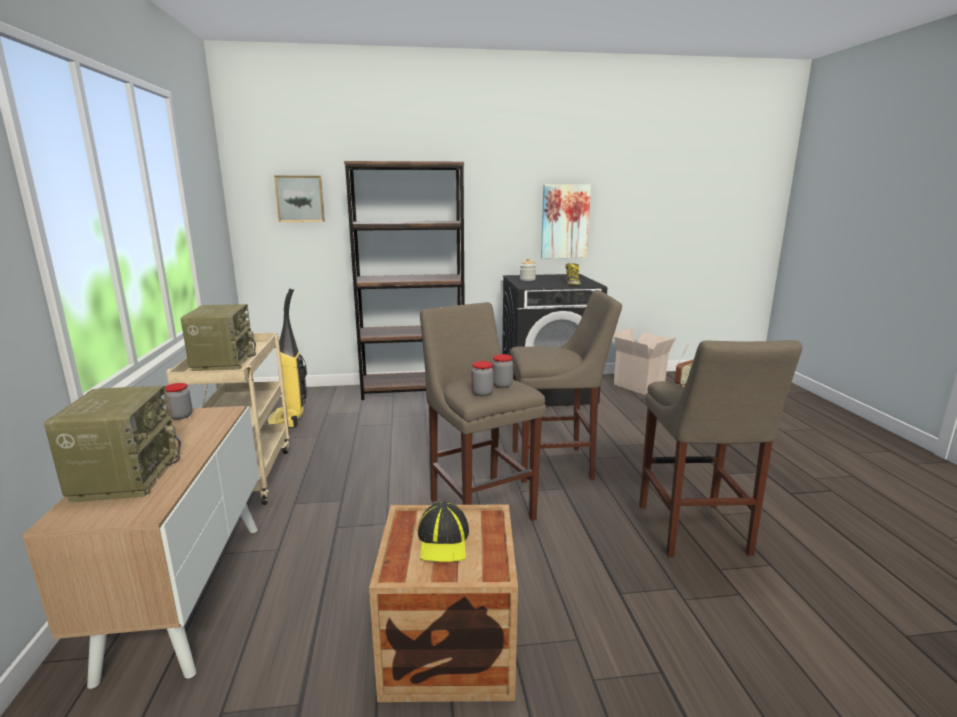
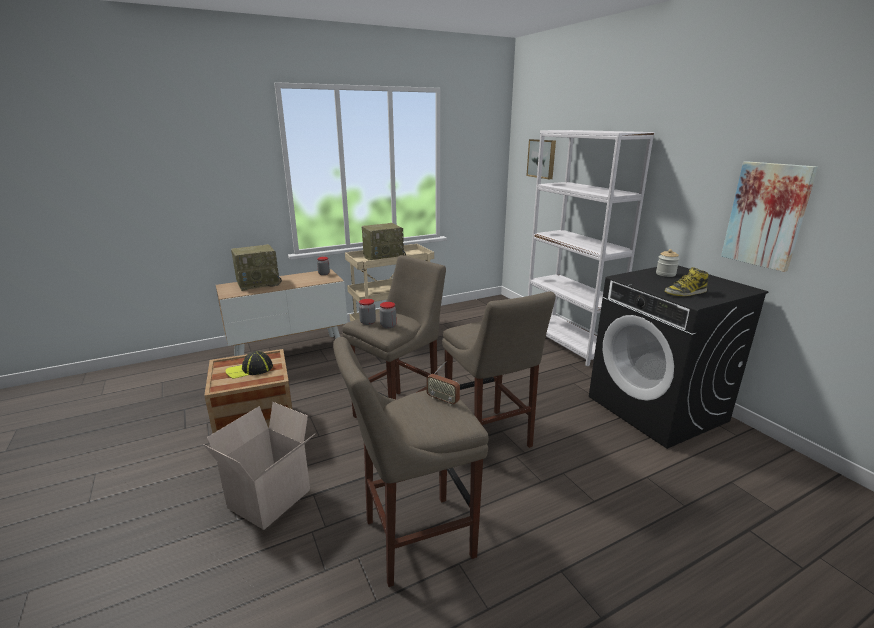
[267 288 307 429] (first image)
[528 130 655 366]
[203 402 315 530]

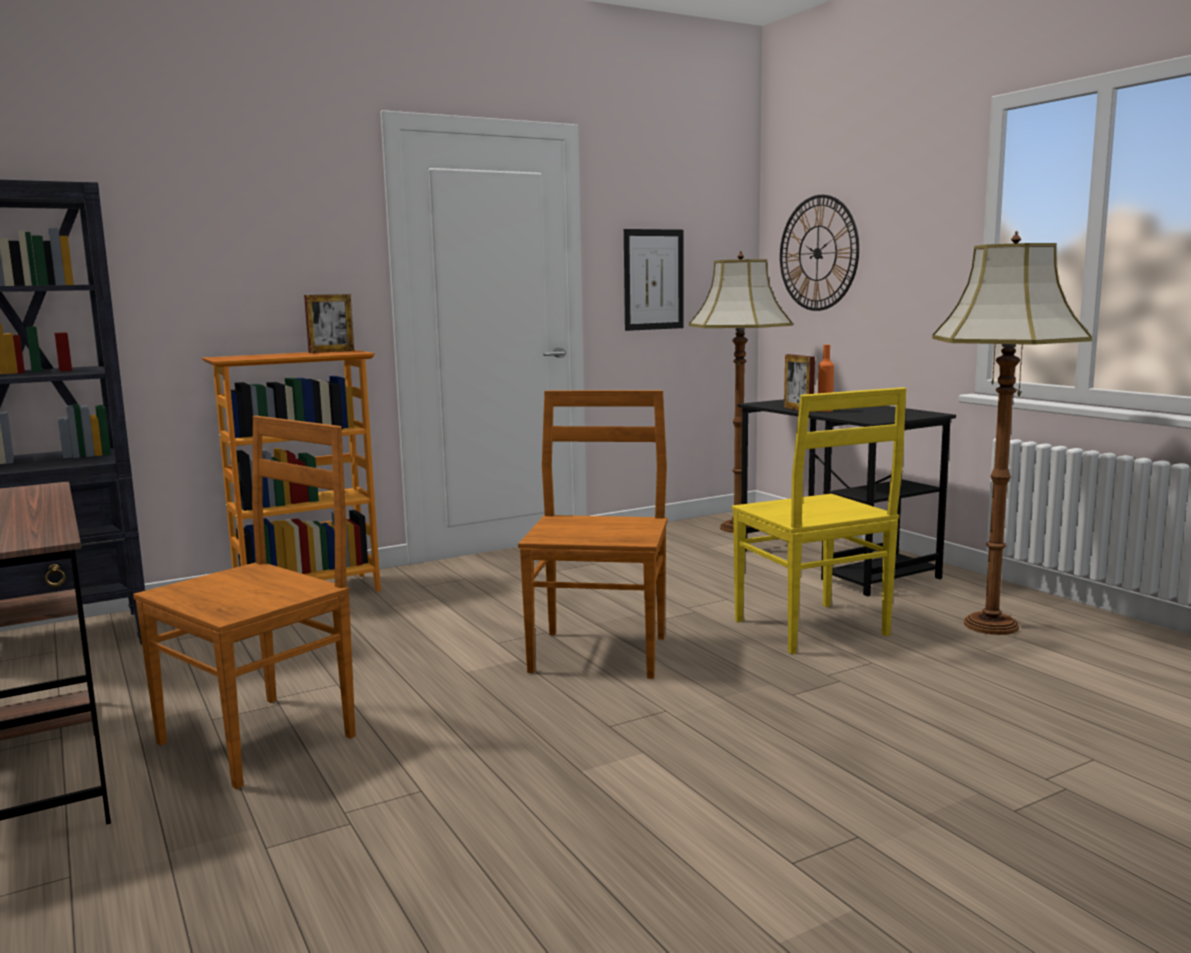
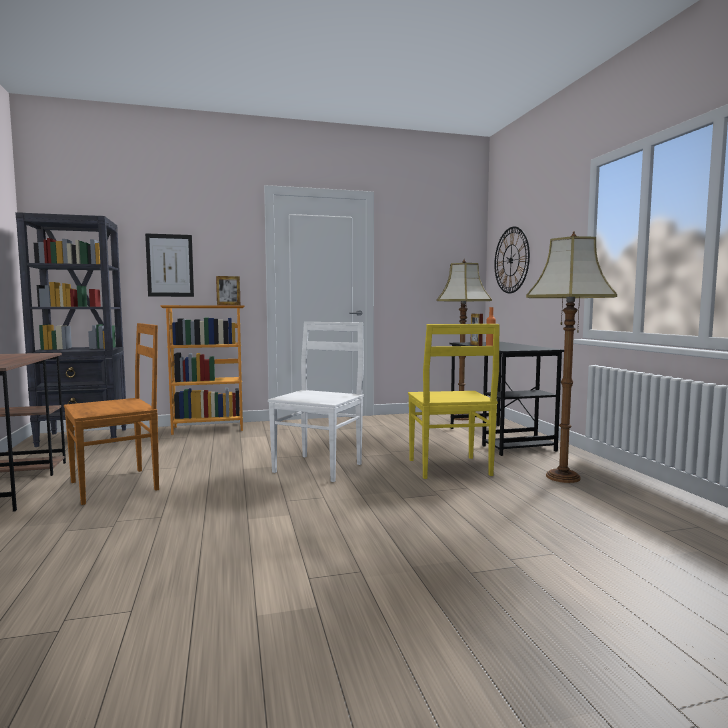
[268 322 364 482]
[145 233 194 297]

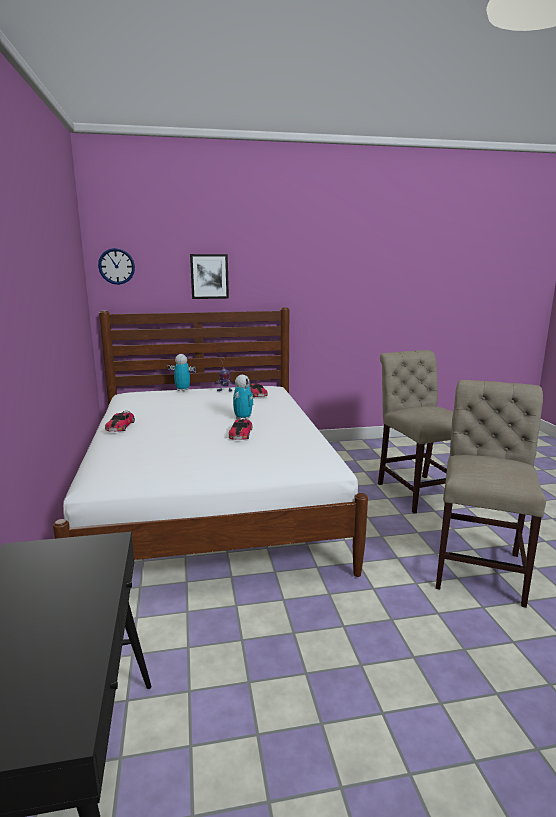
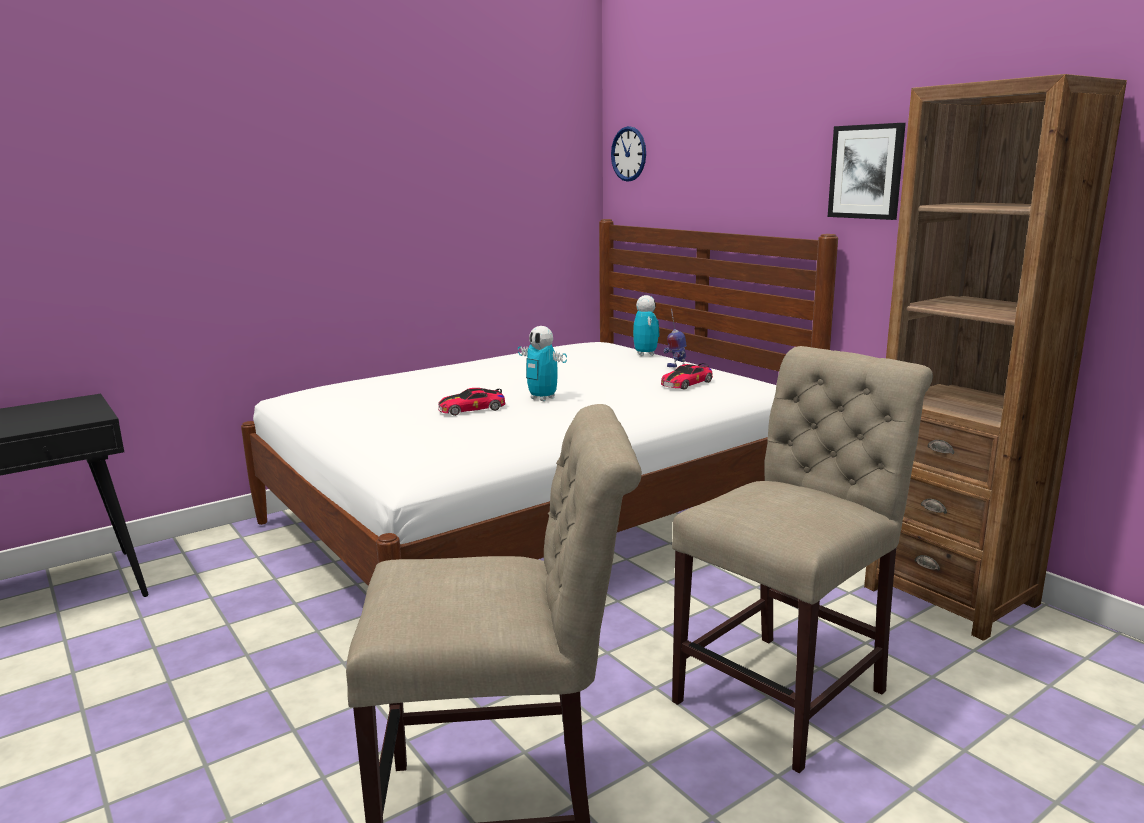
[105 411 135 432] (first image)
[828 123 906 220]
[518 326 567 401]
[864 74 1127 641]

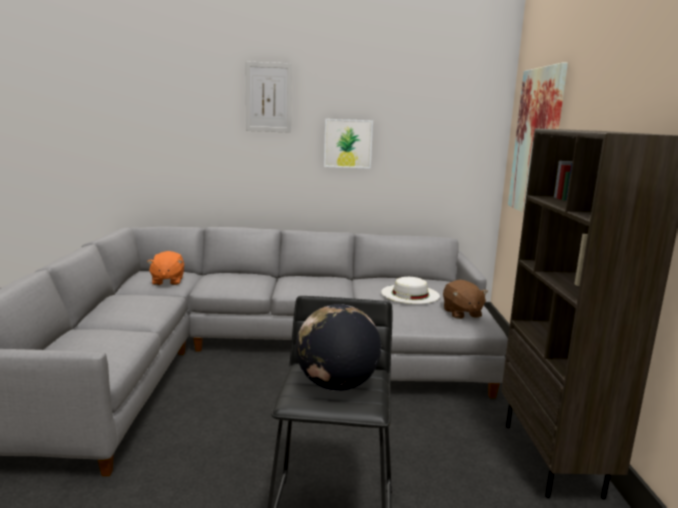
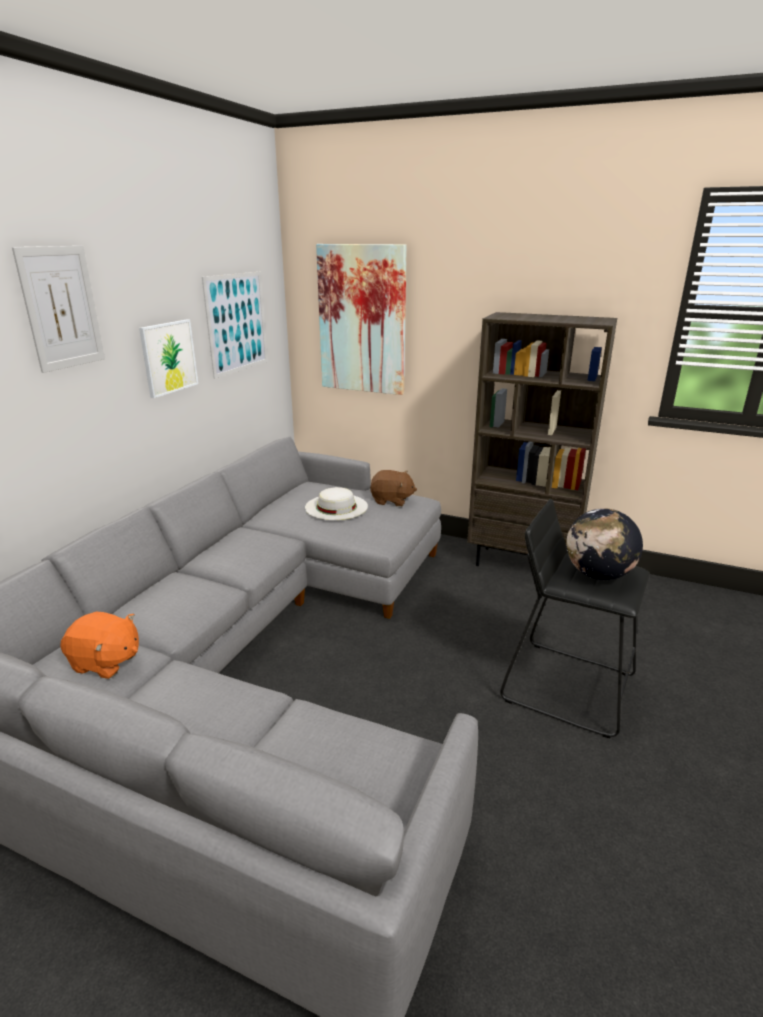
[202 272 268 379]

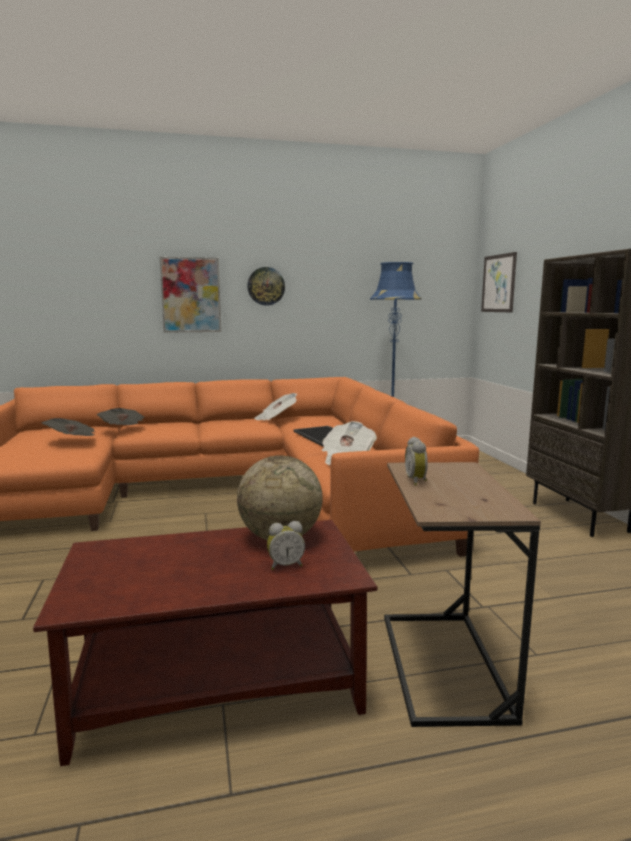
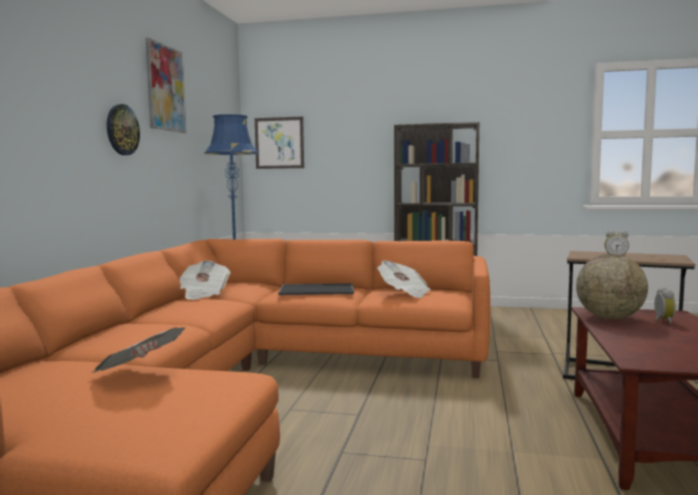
[97 408 144 425] (first image)
[145 38 187 133]

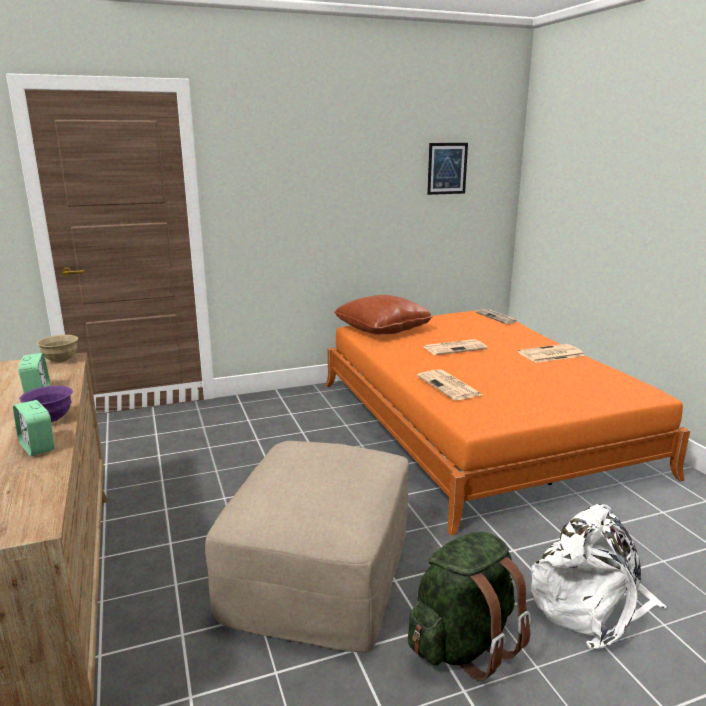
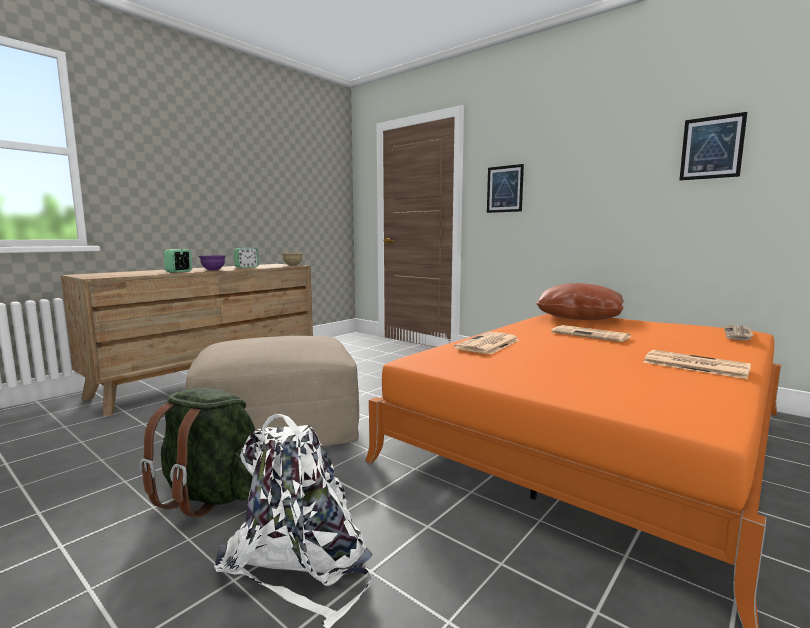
[487 164 524 213]

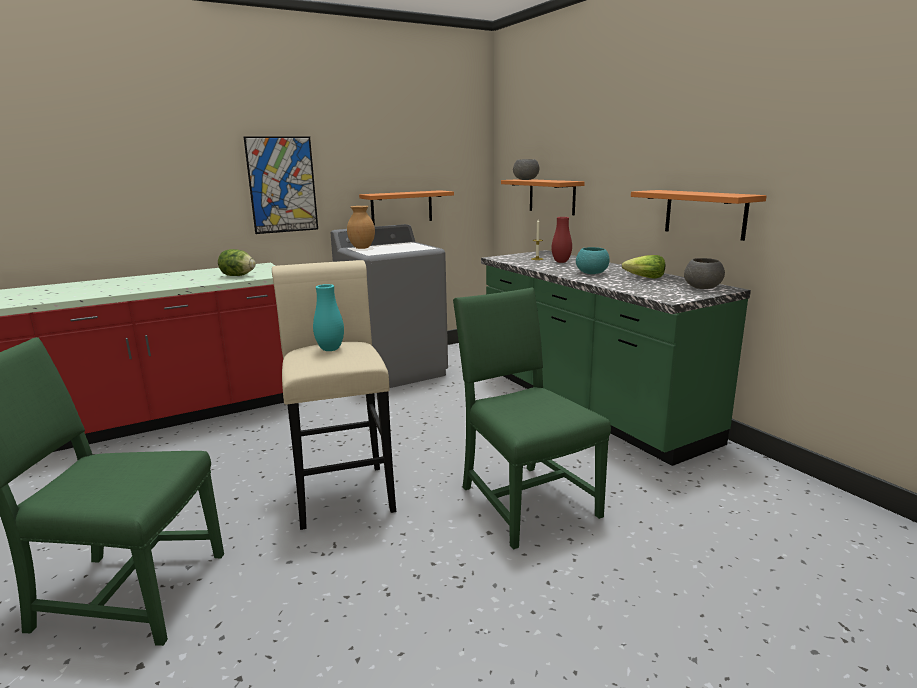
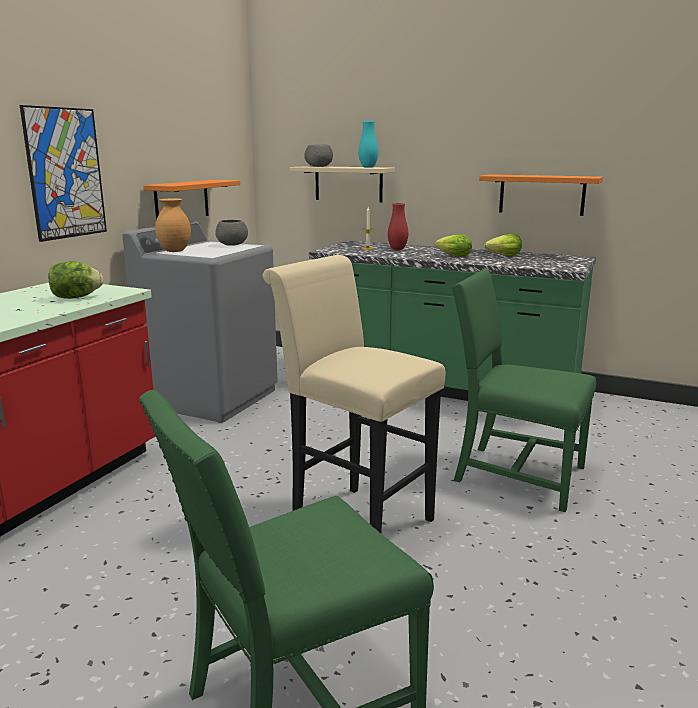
[358 121 379 168]
[290 166 395 203]
[435 234 472 257]
[215 220 248 246]

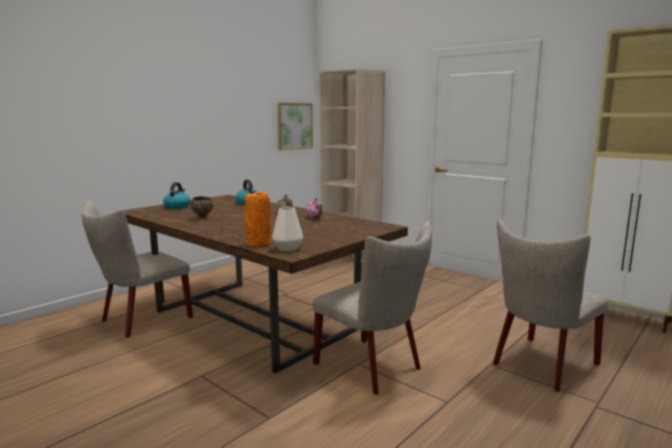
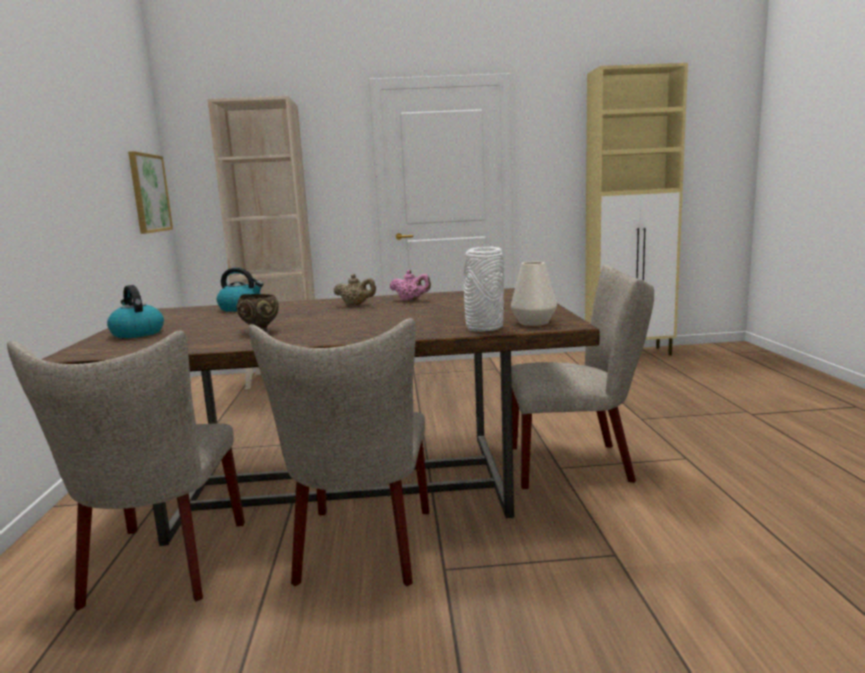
[463 247 504 332]
[249 318 429 586]

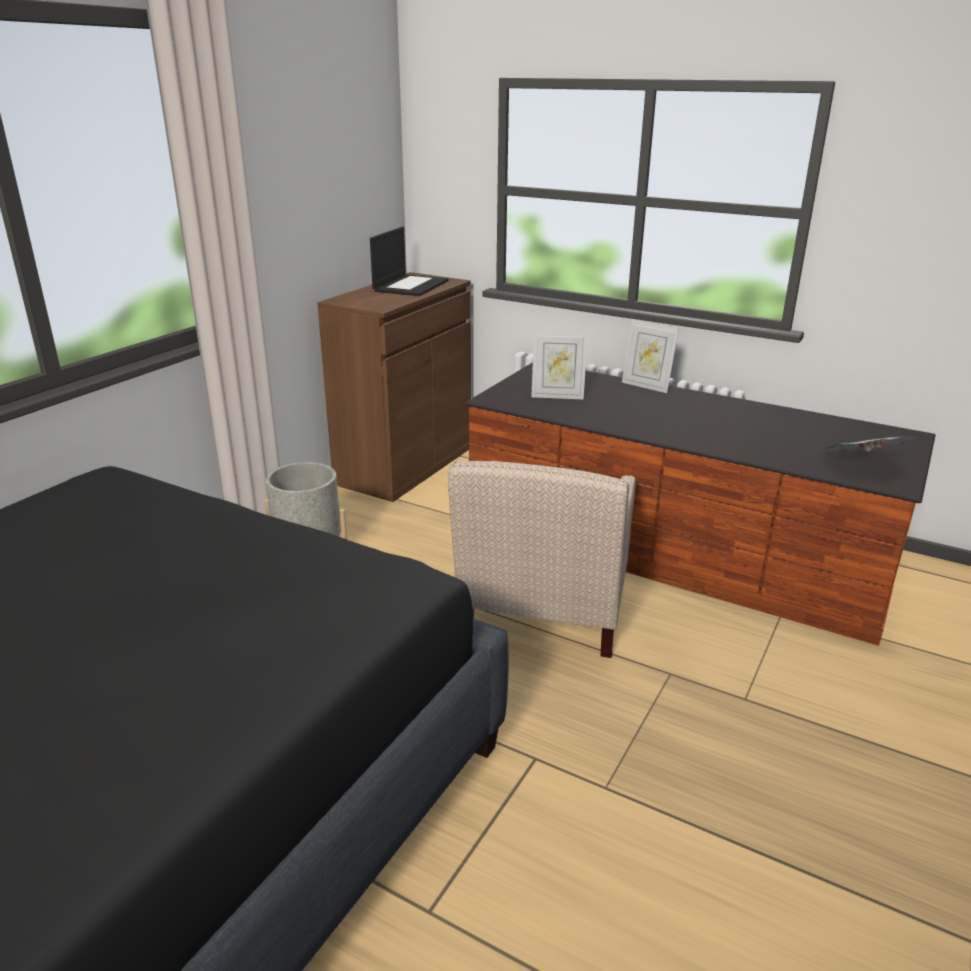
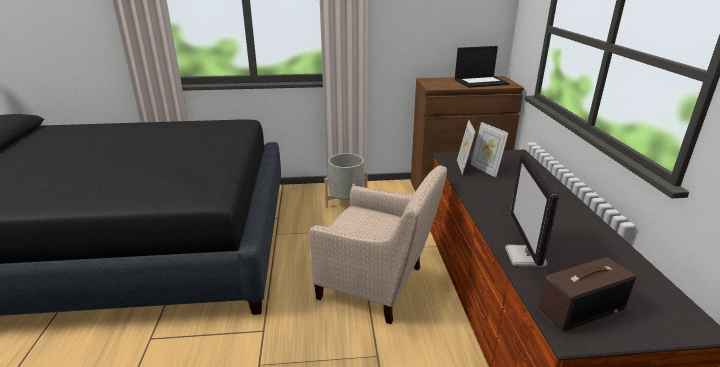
[309 165 447 324]
[457 120 476 175]
[539 257 636 331]
[505 153 559 267]

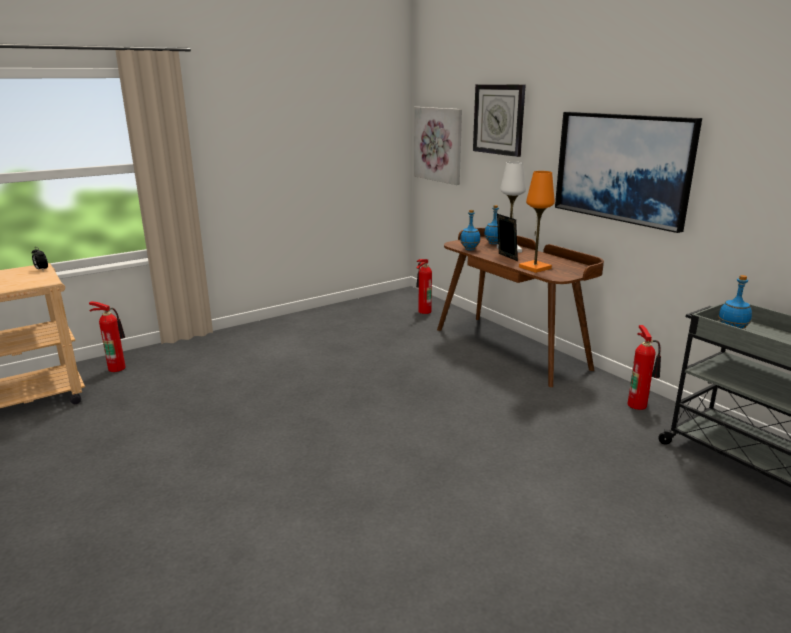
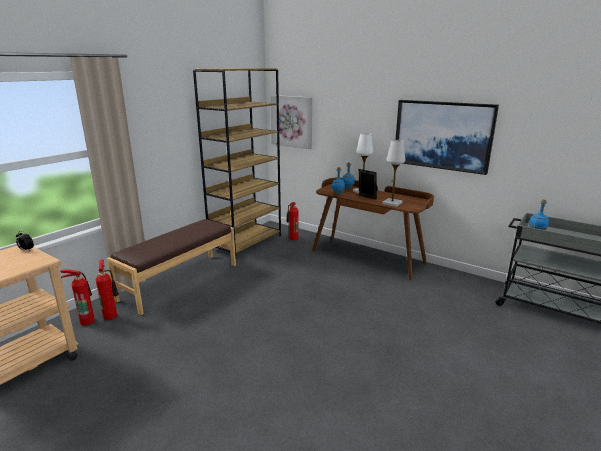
[473 84 526 157] (first image)
[382 140 405 207]
[96 259 119 320]
[107 219 236 315]
[193 68 281 257]

